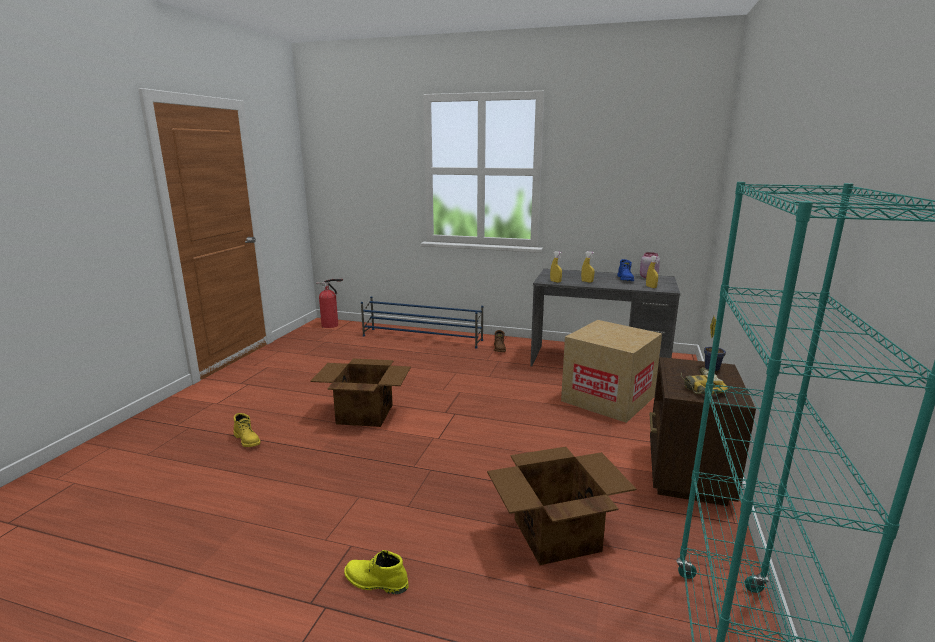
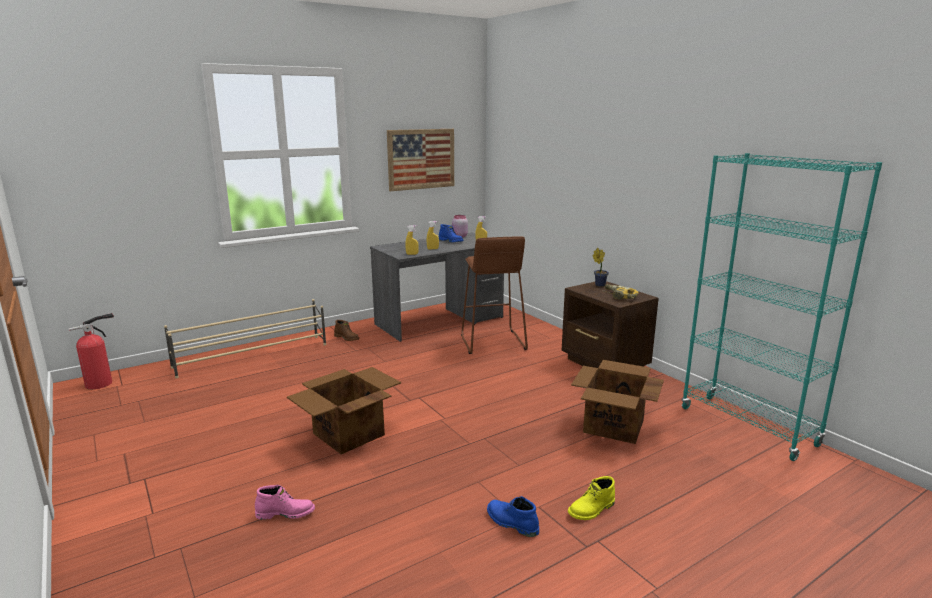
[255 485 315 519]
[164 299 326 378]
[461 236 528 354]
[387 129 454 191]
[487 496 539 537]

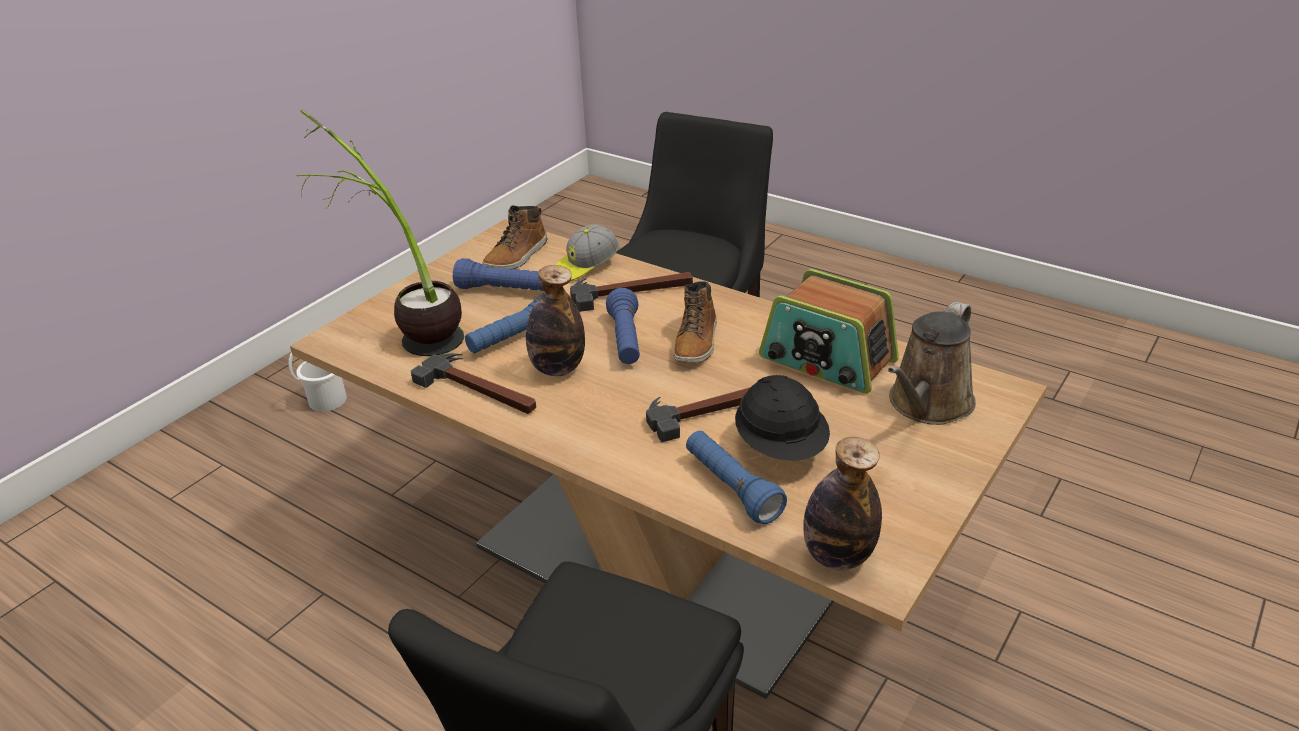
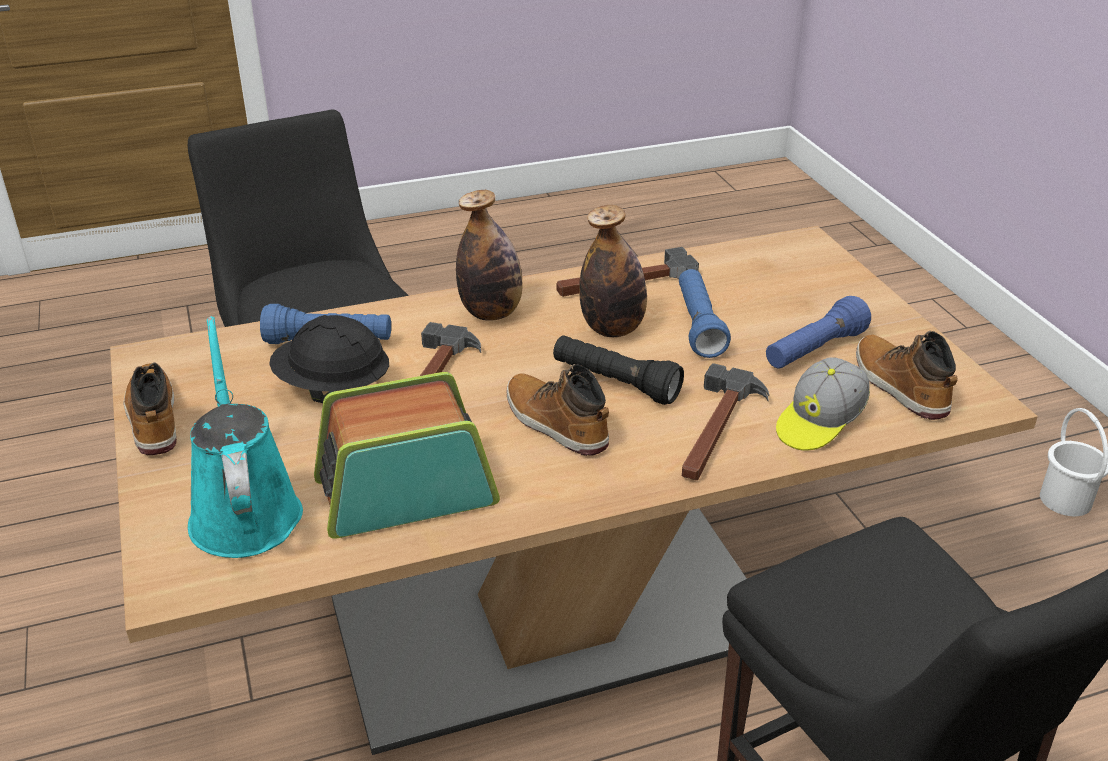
[296 110 464 356] (first image)
[776 357 870 451]
[553 335 684 405]
[456 190 522 321]
[188 316 303 558]
[123 362 177 455]

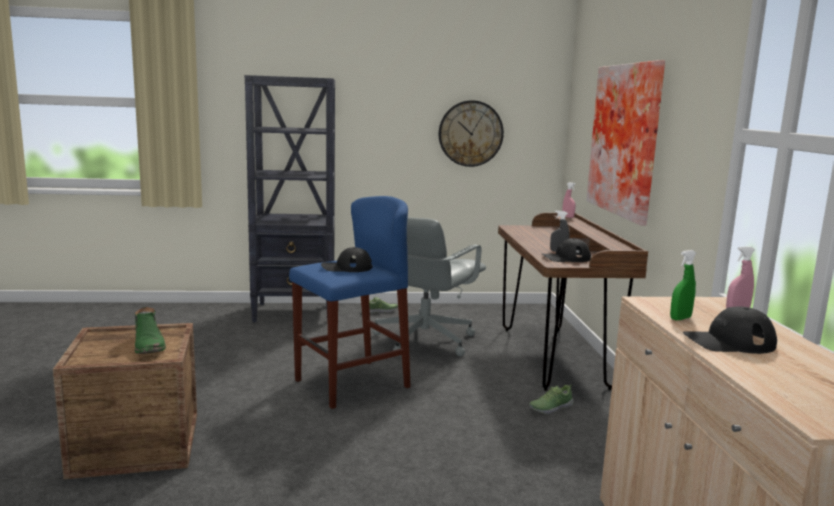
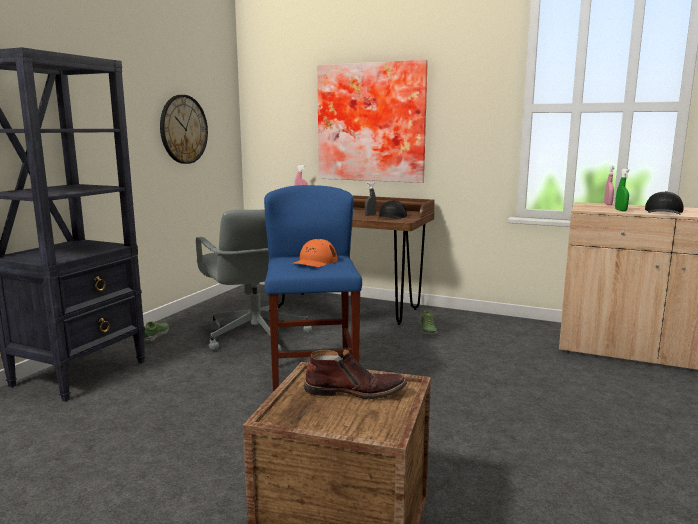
[304 349 407 399]
[292 239 337 267]

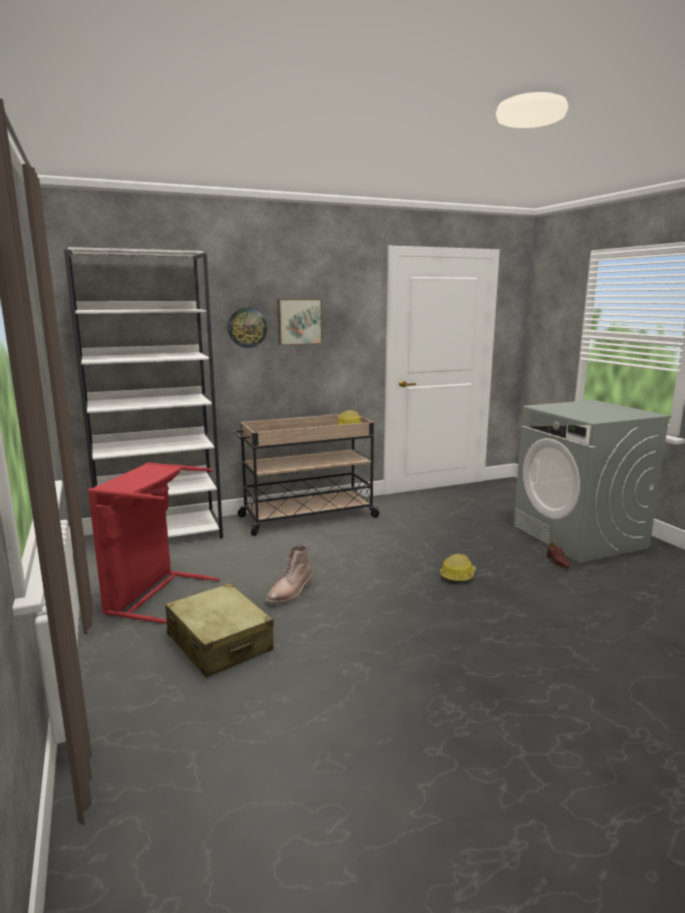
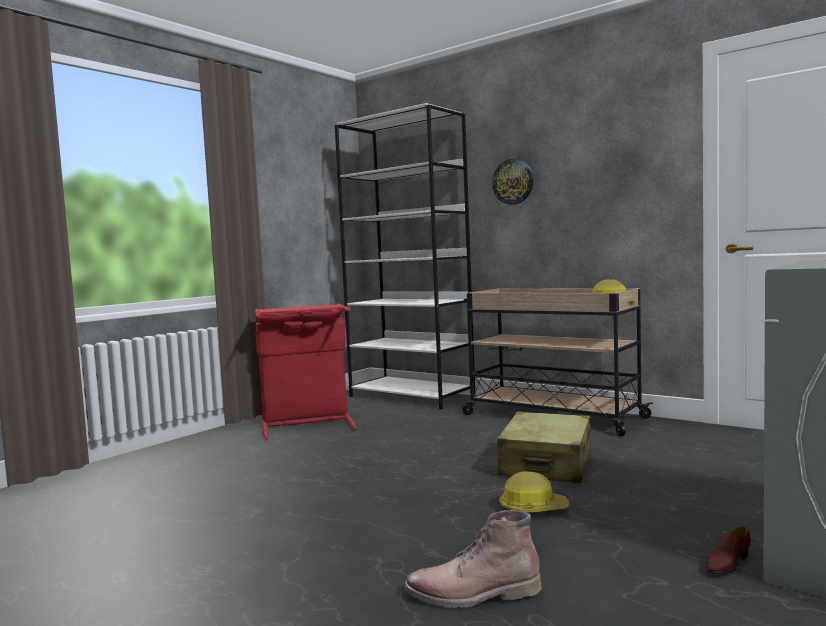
[497 412 591 483]
[405 510 542 608]
[277 299 322 345] (first image)

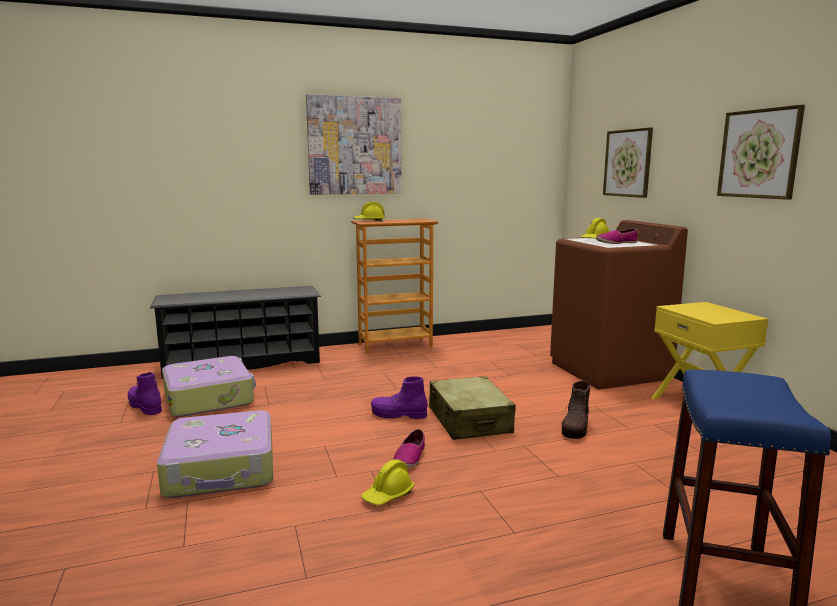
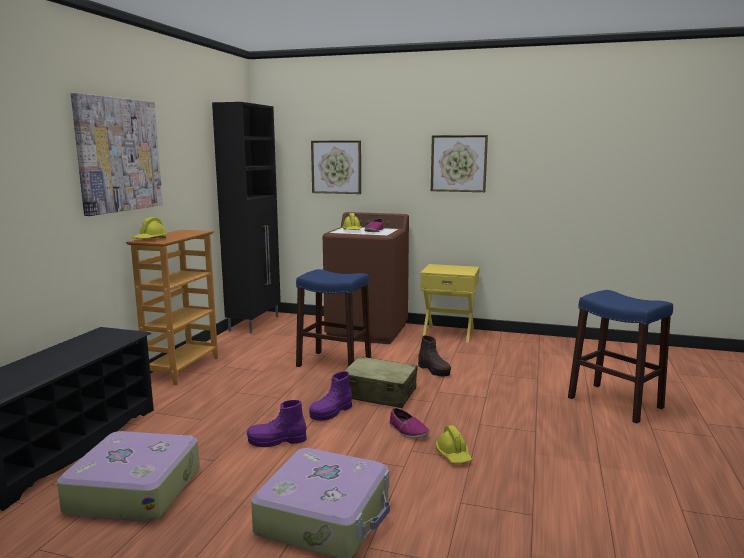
[247 400 307 447]
[212 102 281 334]
[296 269 371 367]

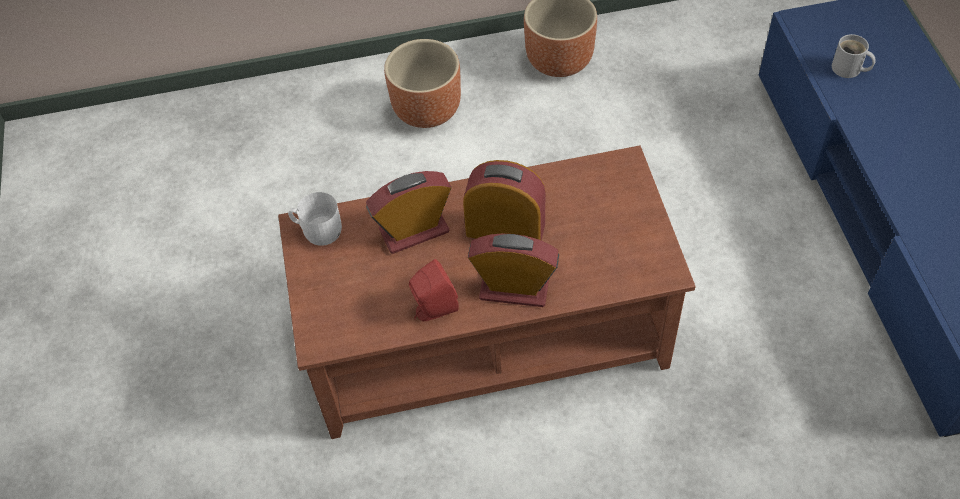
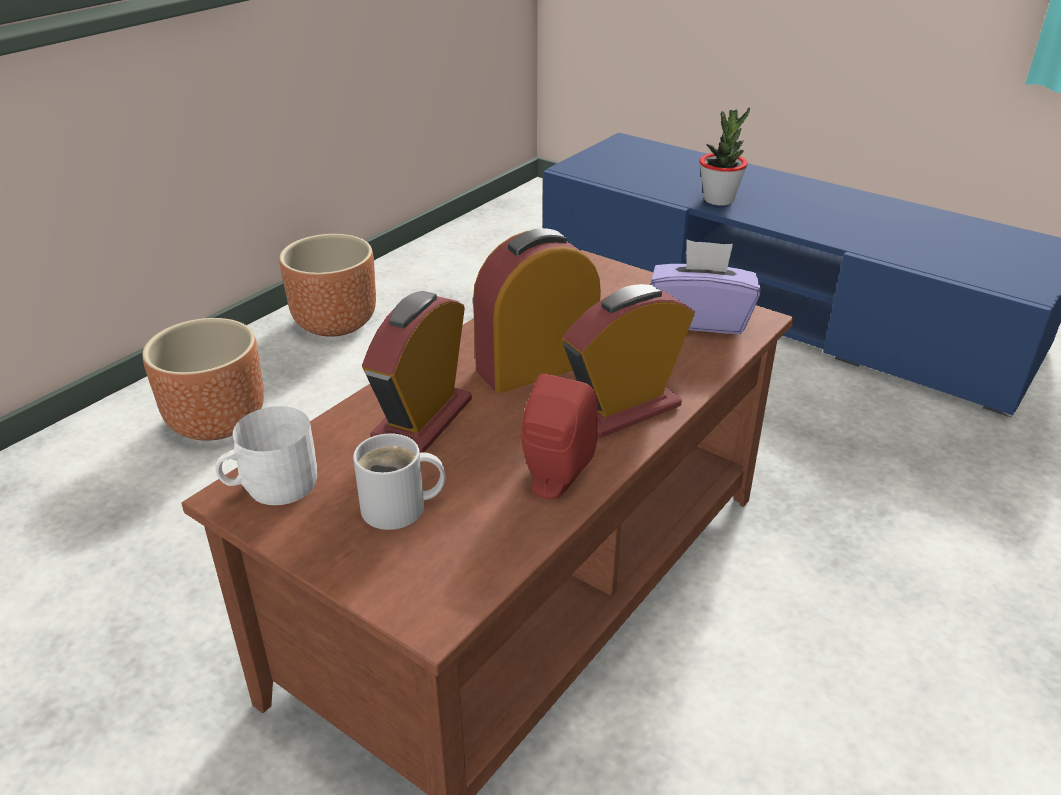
[353 434 445 530]
[651 240 761 334]
[699 108 750 206]

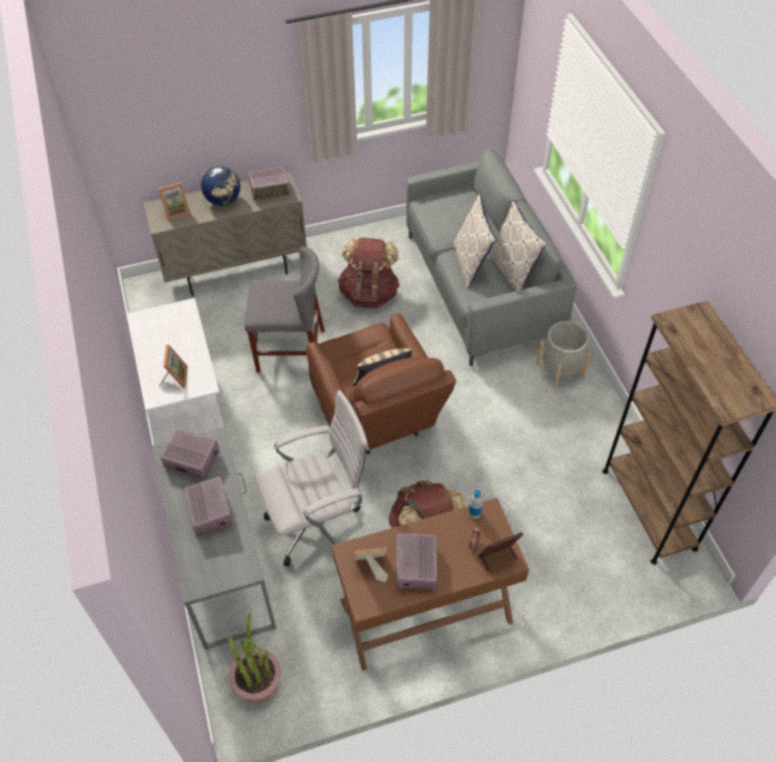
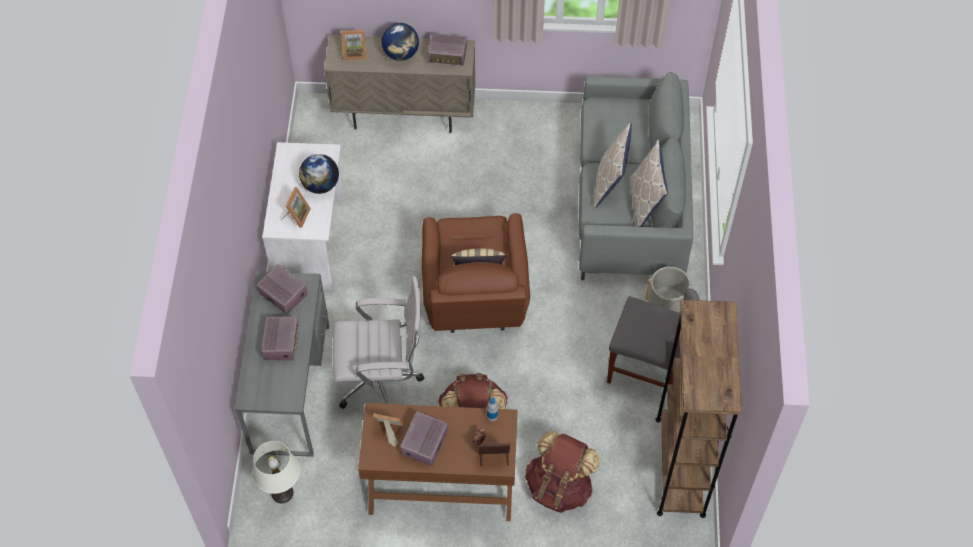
[252 441 300 503]
[607 288 700 387]
[525 431 600 513]
[299 154 339 194]

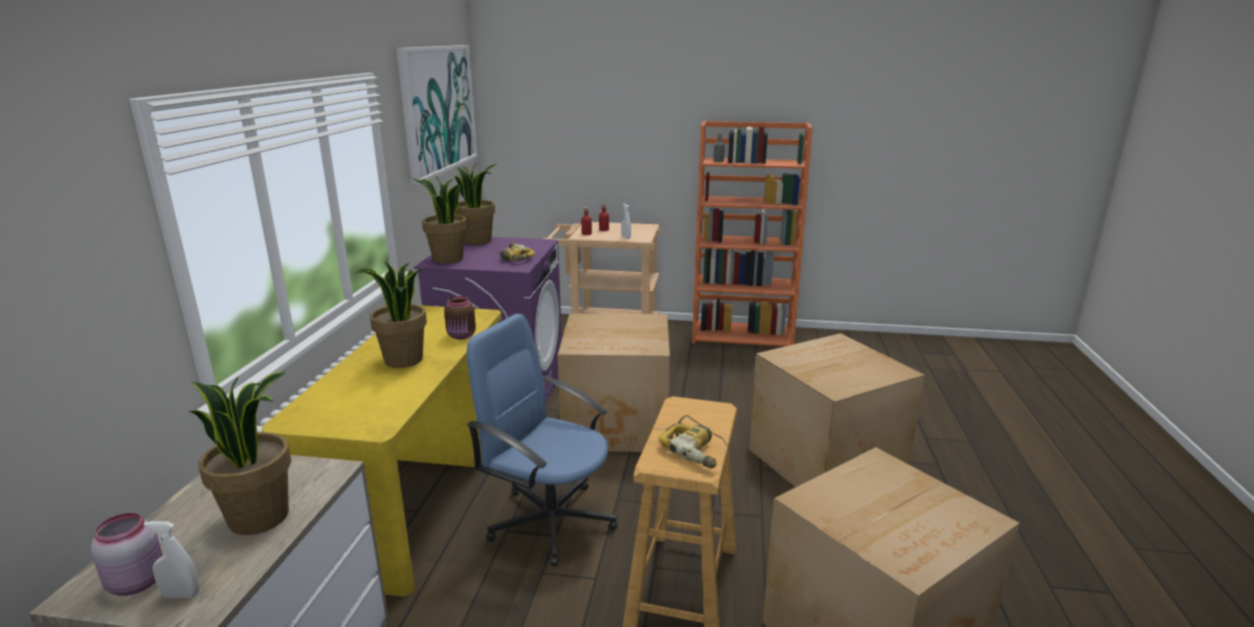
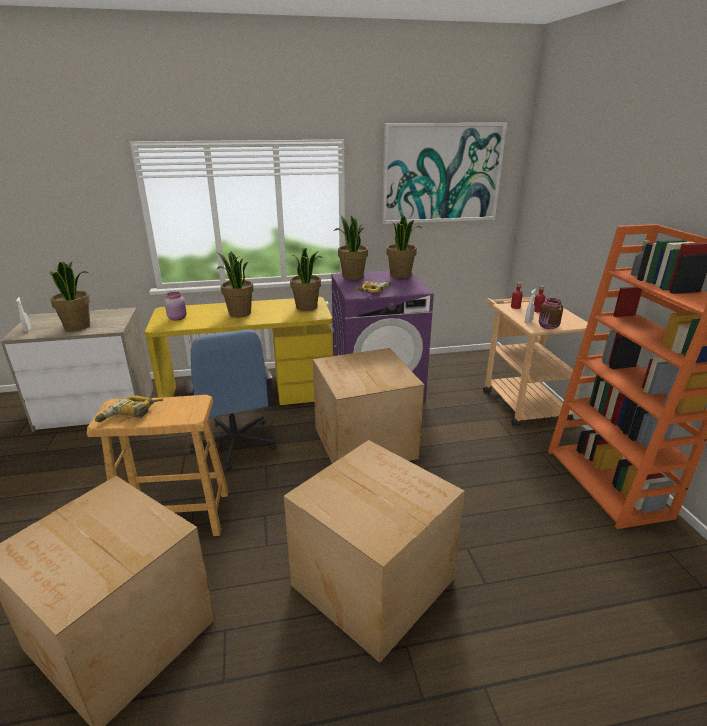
[164 292 187 321]
[539 298 563 329]
[184 330 276 470]
[290 248 323 311]

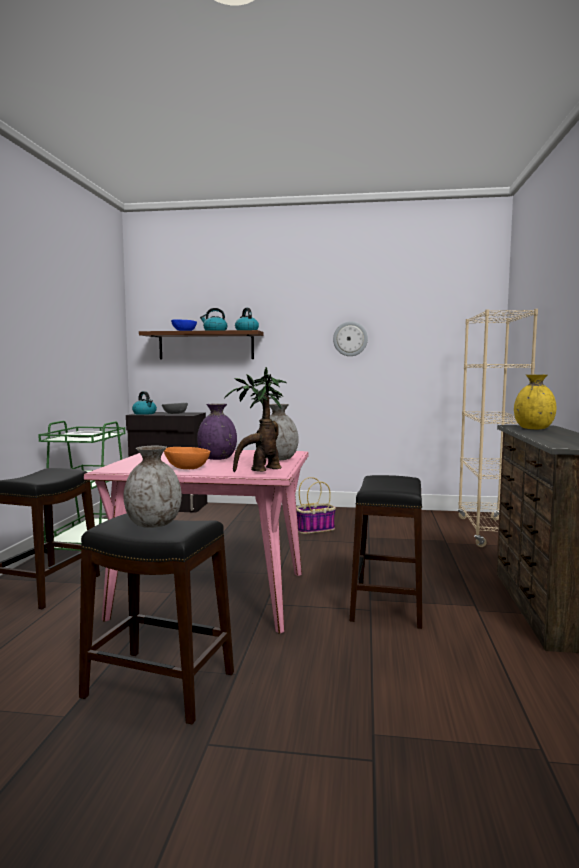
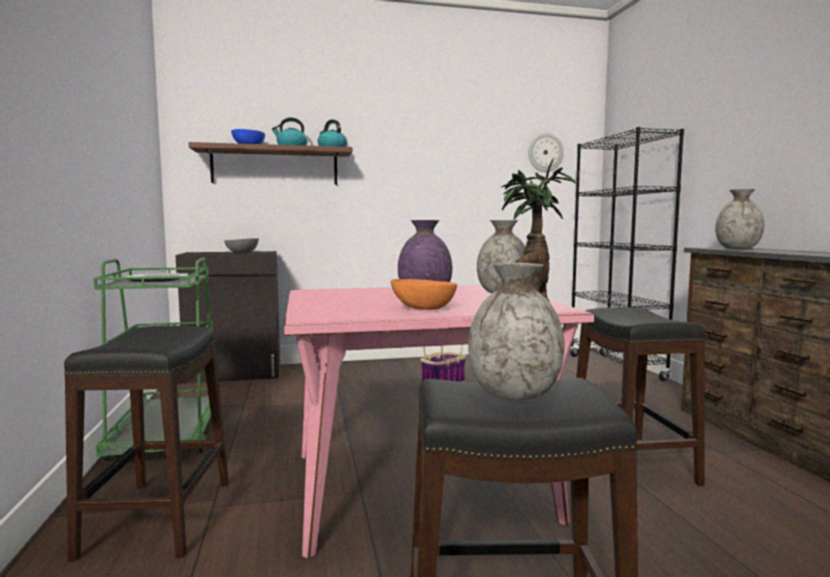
[132 391 157 415] (first image)
[528 133 564 172]
[570 127 684 381]
[715 189 764 249]

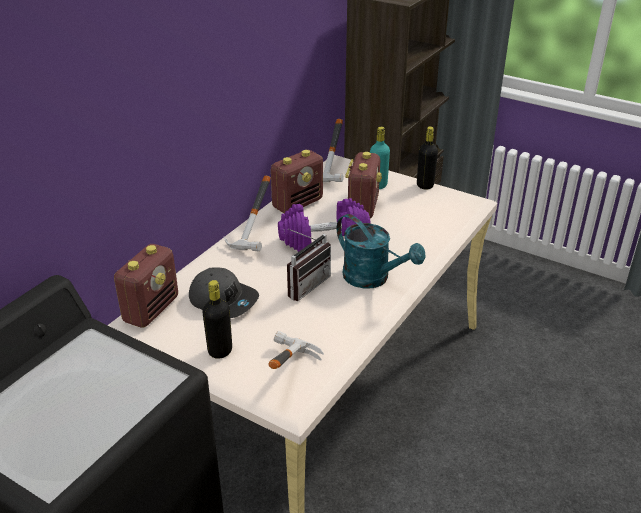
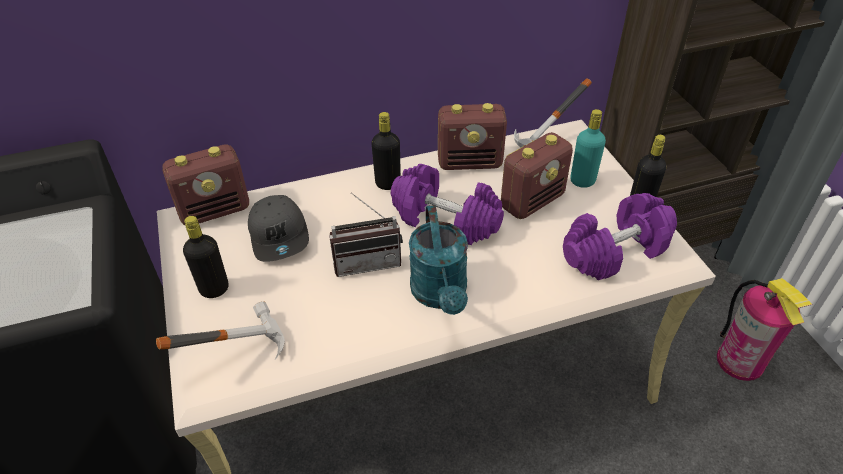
[371 112 401 190]
[563 193 677 280]
[717 278 812 381]

